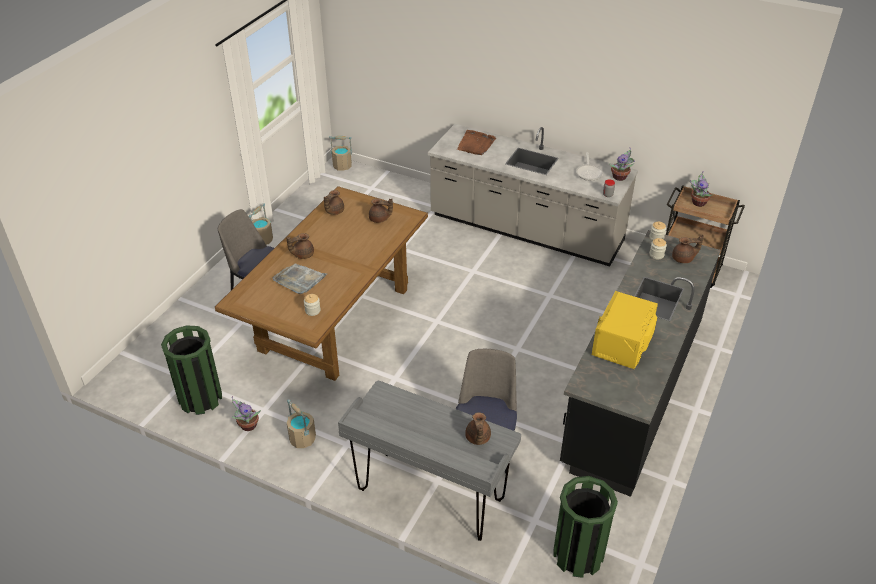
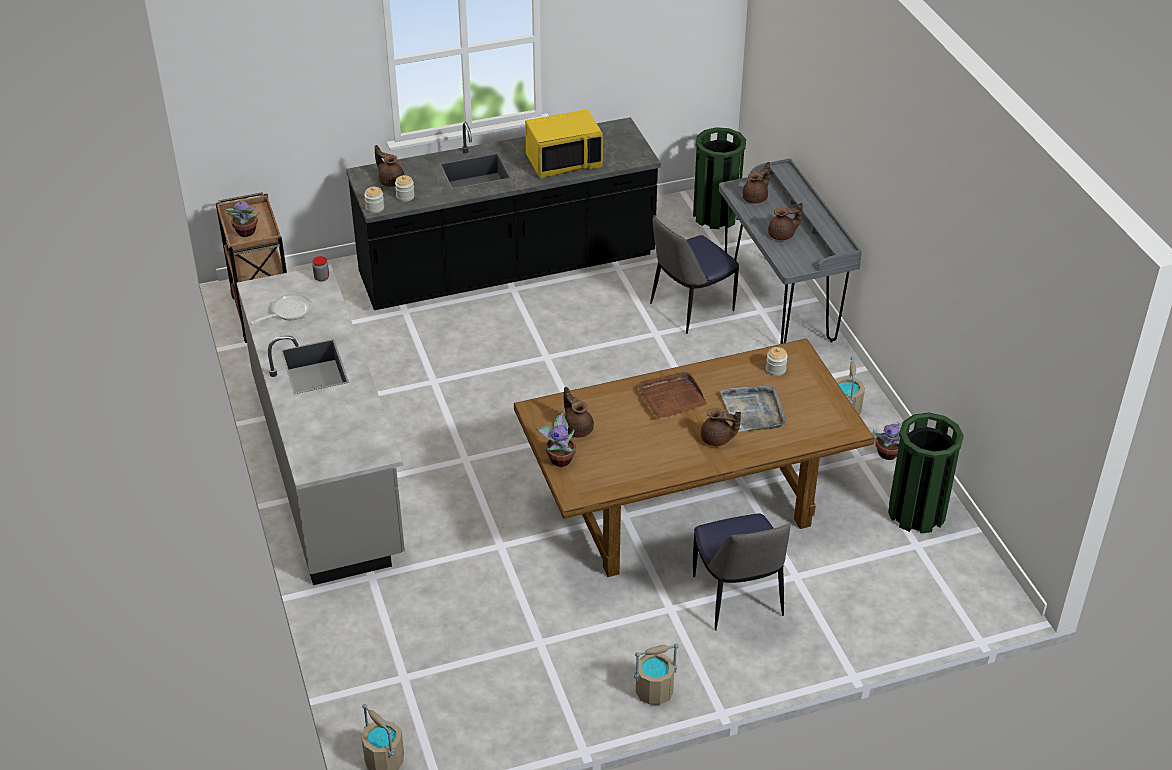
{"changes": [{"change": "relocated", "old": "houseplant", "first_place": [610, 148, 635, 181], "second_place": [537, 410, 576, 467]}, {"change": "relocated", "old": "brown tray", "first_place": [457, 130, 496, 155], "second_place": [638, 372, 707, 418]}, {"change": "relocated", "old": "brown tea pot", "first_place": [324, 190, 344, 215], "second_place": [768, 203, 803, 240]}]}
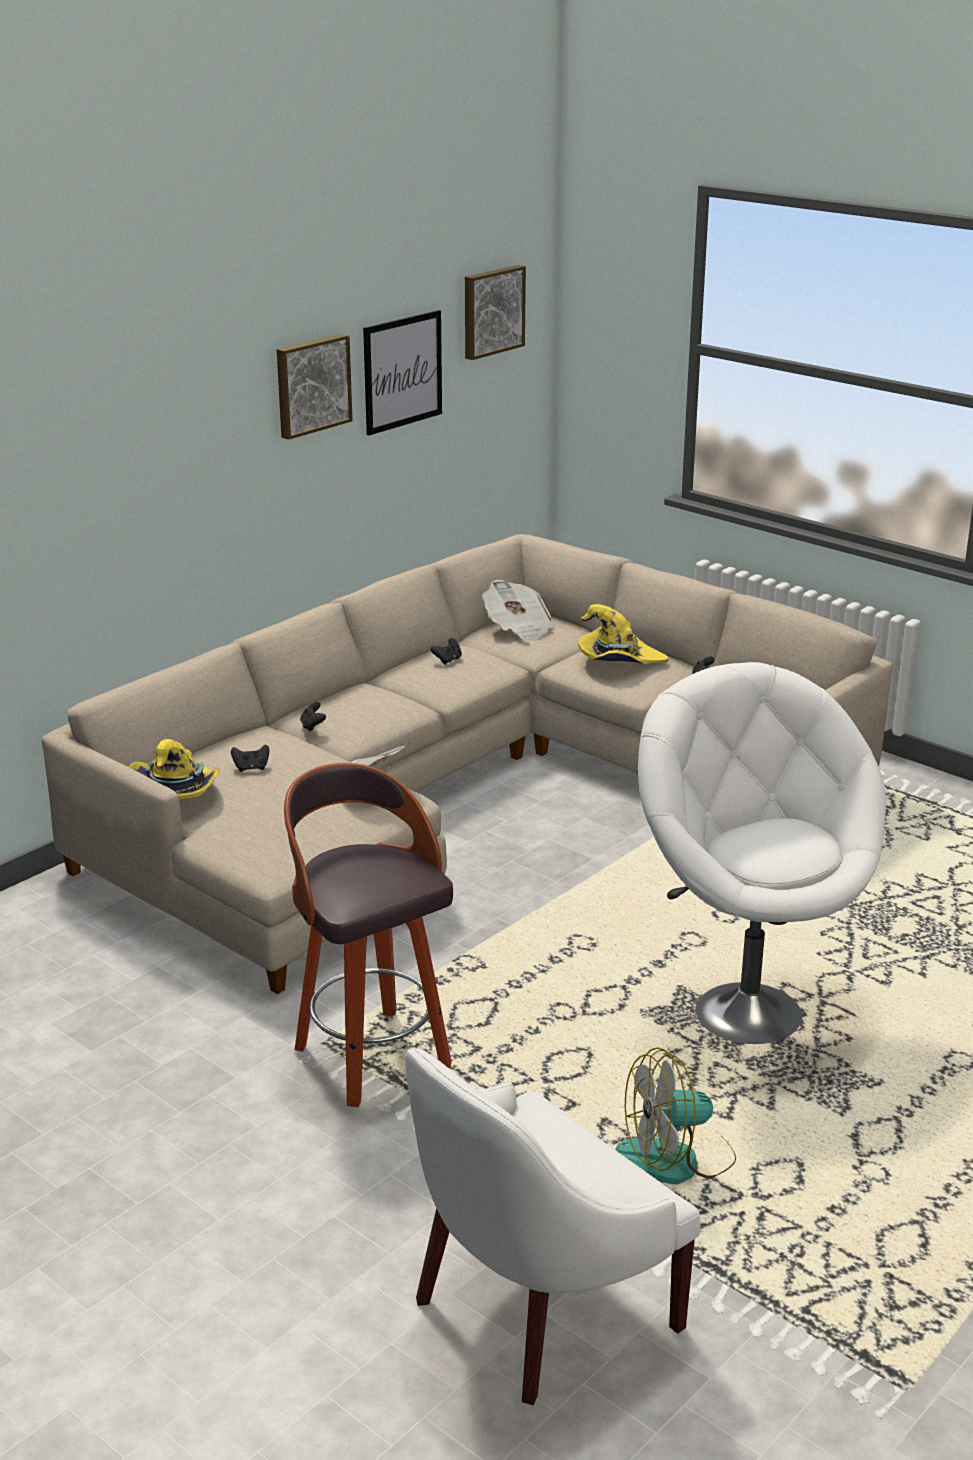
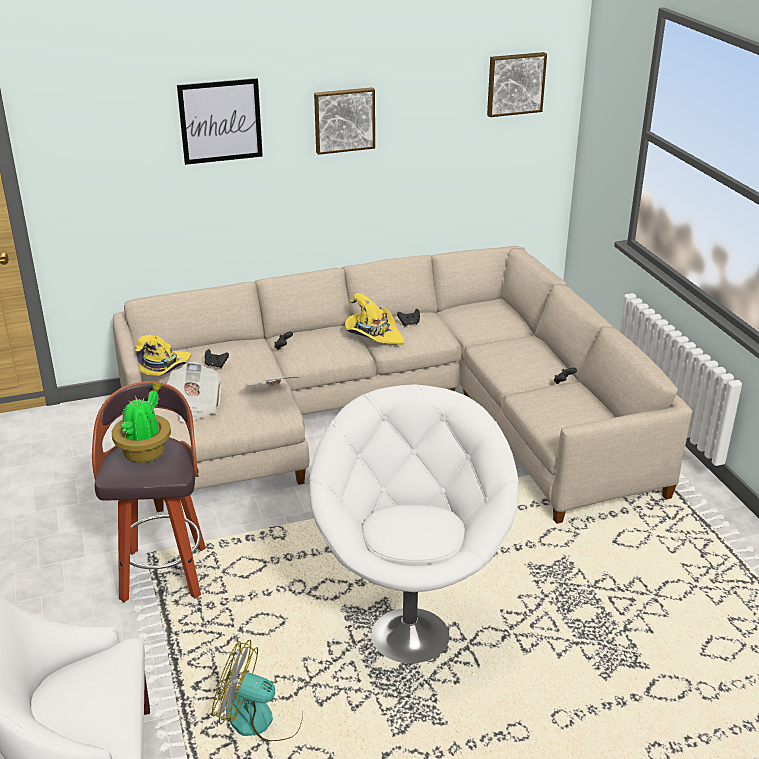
{"changes": [{"change": "appeared", "new": "houseplant", "second_place": [112, 382, 171, 463]}, {"change": "relocated", "old": "newspaper", "first_place": [482, 580, 555, 643], "second_place": [167, 362, 222, 423]}, {"change": "relocated", "old": "wall picture", "first_place": [363, 310, 442, 435], "second_place": [177, 78, 263, 165]}, {"change": "relocated", "old": "yellowish hat", "first_place": [578, 604, 669, 664], "second_place": [345, 293, 404, 345]}]}
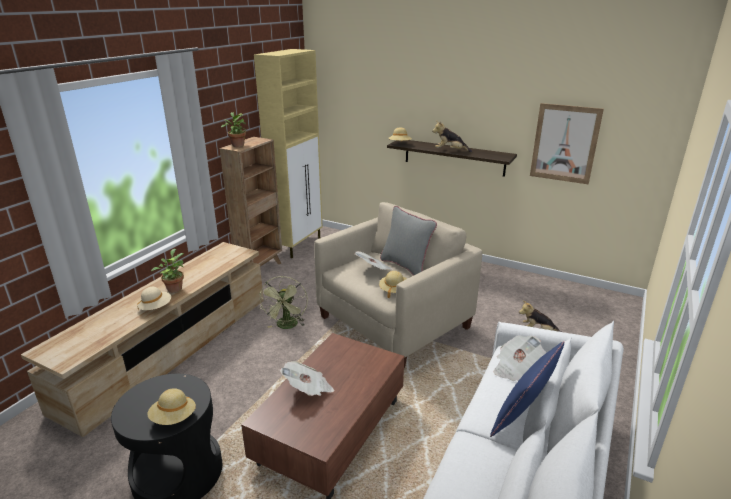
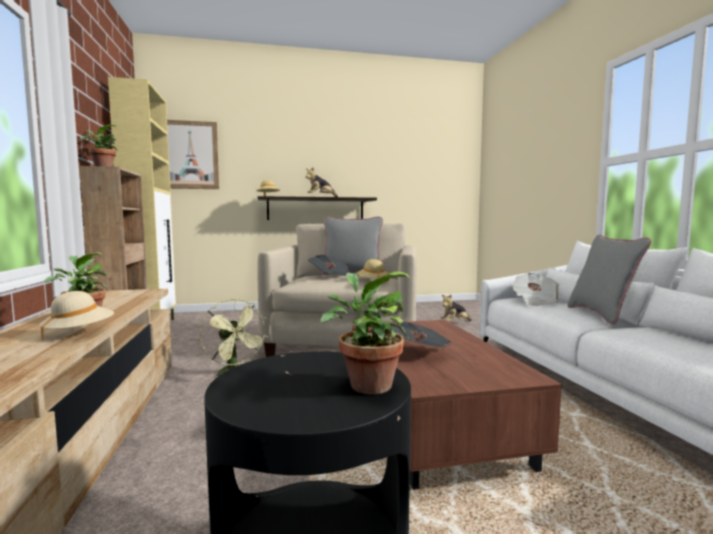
{"changes": [{"change": "relocated", "old": "wall picture", "first_place": [530, 103, 604, 184], "second_place": [167, 120, 219, 189]}, {"change": "exchanged", "old": "sand-coloured hat", "new": "houseplant", "first_place": [147, 388, 196, 425], "second_place": [320, 271, 410, 394]}, {"change": "colour", "old": "blue-coloured pillow", "new": "grey pillow", "first_place": [490, 341, 565, 437], "second_place": [567, 235, 651, 324]}]}
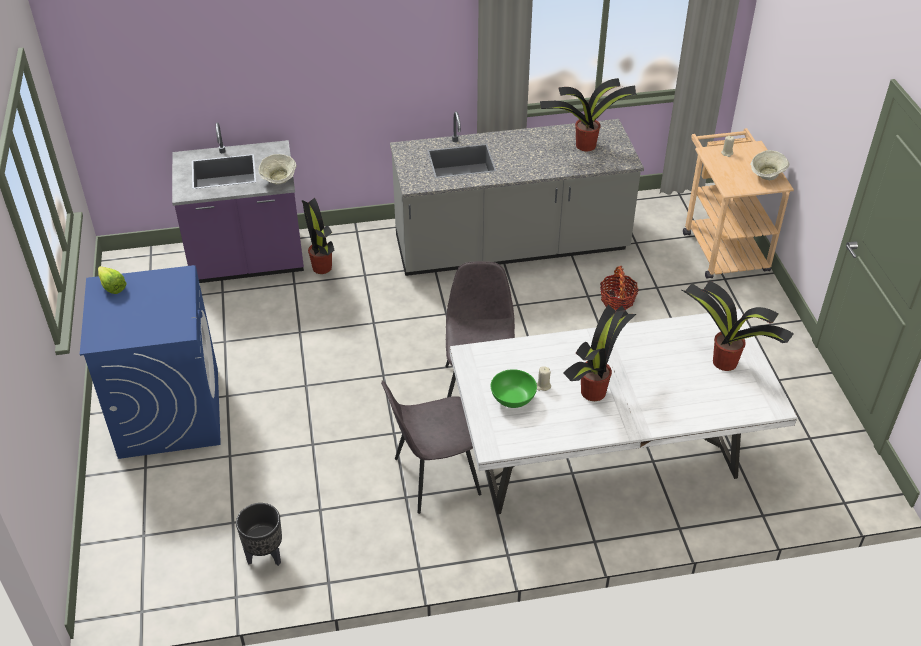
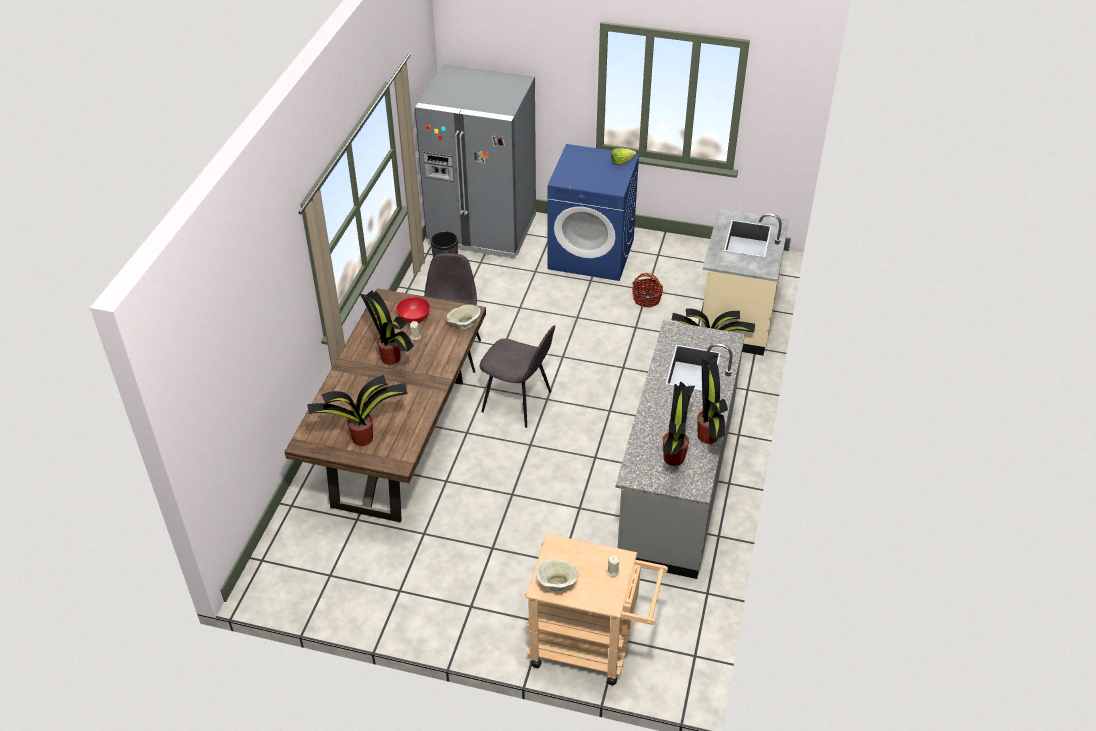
{"changes": [{"change": "colour", "old": "white-coloured dinner table", "new": "brown dinner table", "first_place": [450, 309, 798, 514], "second_place": [285, 288, 486, 522]}, {"change": "colour", "old": "green-coloured bowl", "new": "red bowl", "first_place": [491, 369, 537, 408], "second_place": [396, 297, 430, 323]}, {"change": "appeared", "new": "grey fridge", "second_place": [415, 64, 536, 259]}, {"change": "relocated", "old": "sand-coloured bowl", "first_place": [258, 154, 296, 185], "second_place": [446, 305, 481, 330]}, {"change": "relocated", "old": "household basket", "first_place": [600, 266, 639, 310], "second_place": [632, 273, 663, 308]}, {"change": "appeared", "new": "houseplant", "second_place": [697, 359, 728, 444]}, {"change": "colour", "old": "purple counter", "new": "sand-coloured counter", "first_place": [172, 122, 304, 283], "second_place": [701, 209, 789, 356]}]}
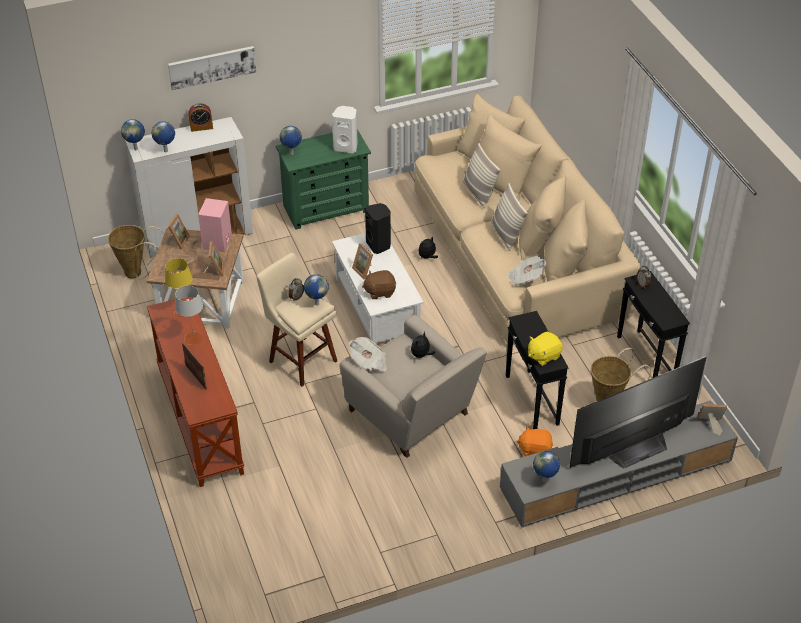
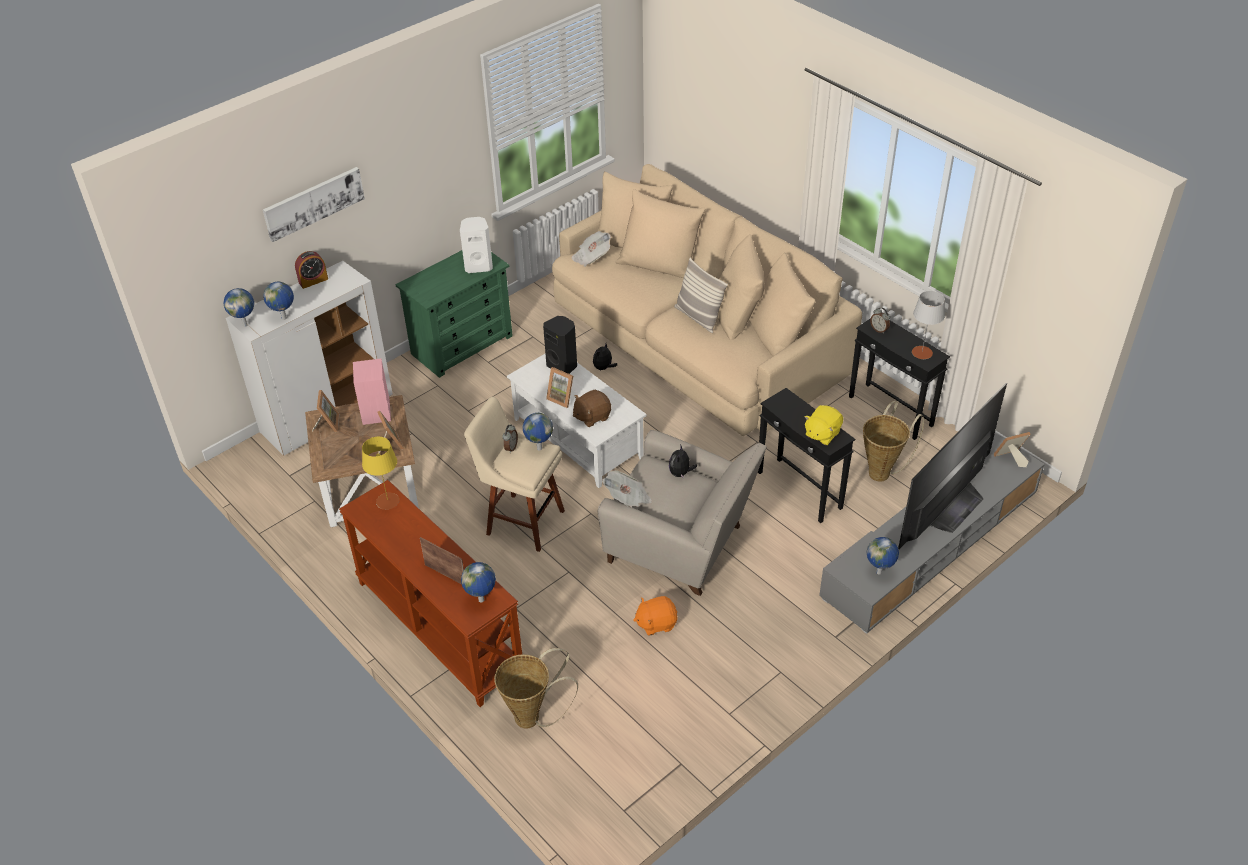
{"changes": [{"change": "relocated", "old": "globe", "first_place": [280, 126, 302, 155], "second_place": [461, 562, 496, 602]}, {"change": "relocated", "old": "household basket", "first_place": [108, 225, 163, 280], "second_place": [494, 648, 578, 729]}, {"change": "relocated", "old": "newspaper", "first_place": [507, 256, 546, 286], "second_place": [572, 231, 611, 267]}, {"change": "relocated", "old": "orange-coloured soft toy", "first_place": [516, 426, 553, 457], "second_place": [634, 596, 677, 636]}, {"change": "relocated", "old": "grey lamp for a table", "first_place": [175, 285, 203, 345], "second_place": [912, 291, 945, 359]}, {"change": "missing", "old": "pillow", "first_place": [463, 143, 501, 208]}]}
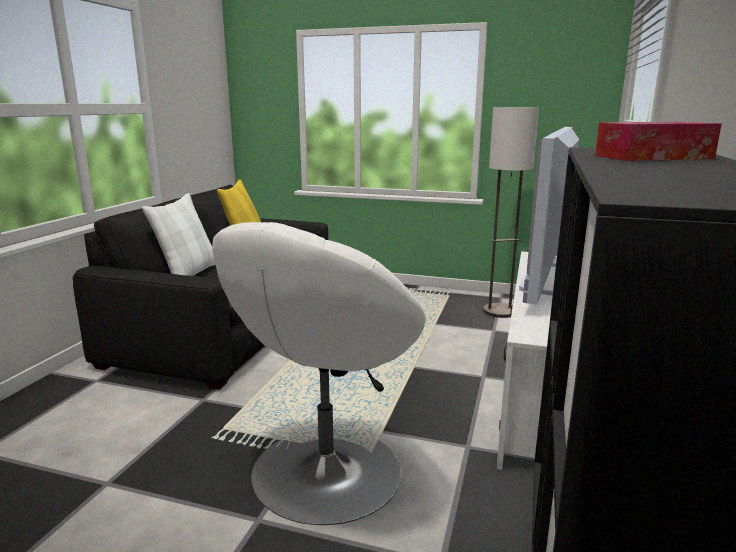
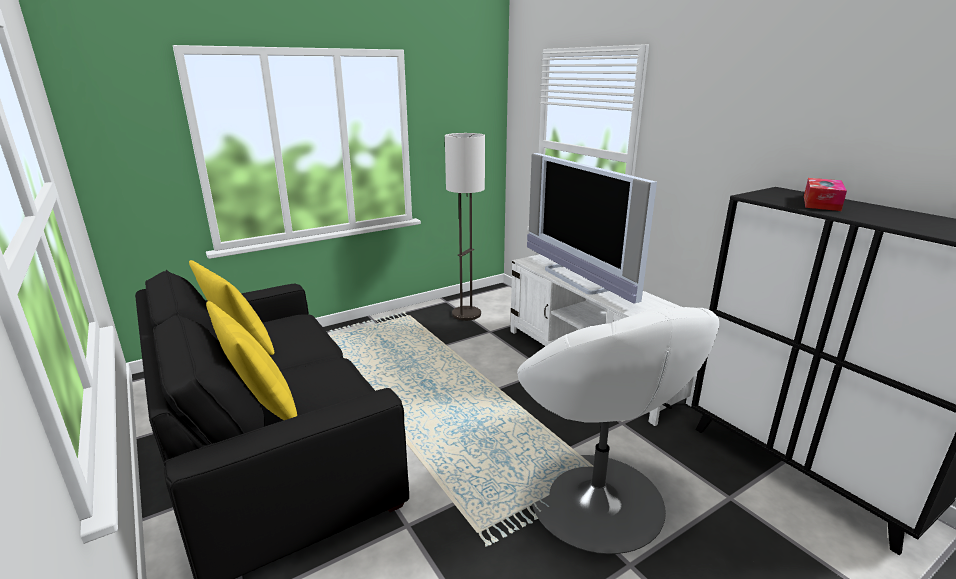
{"changes": [{"change": "colour", "old": "white-coloured pillow", "new": "yellowish pillow", "first_place": [142, 193, 215, 276], "second_place": [206, 301, 297, 420]}]}
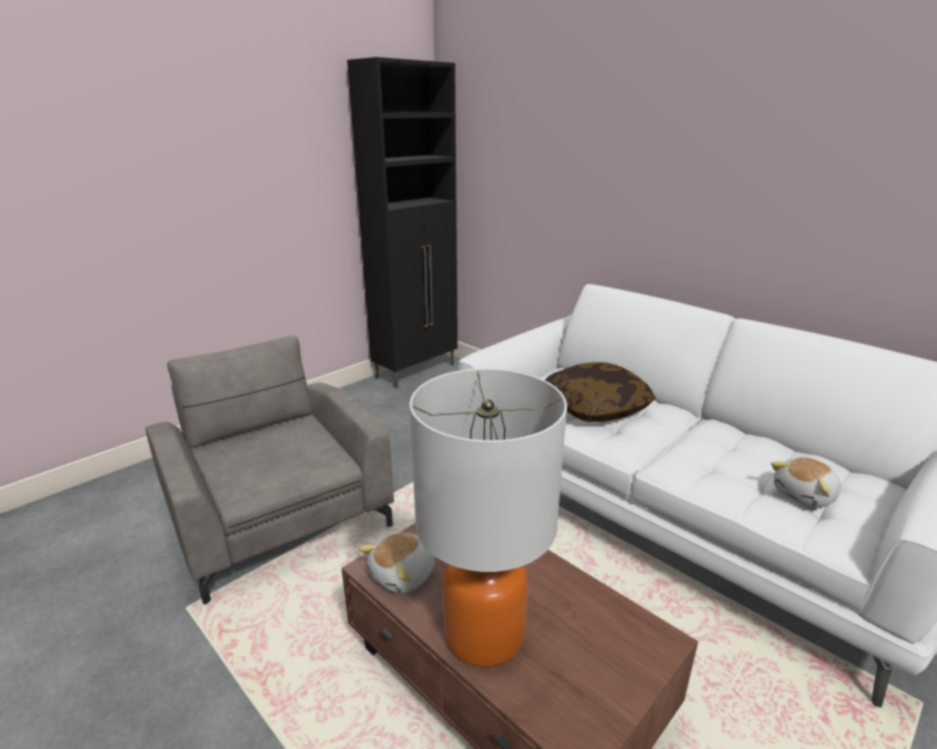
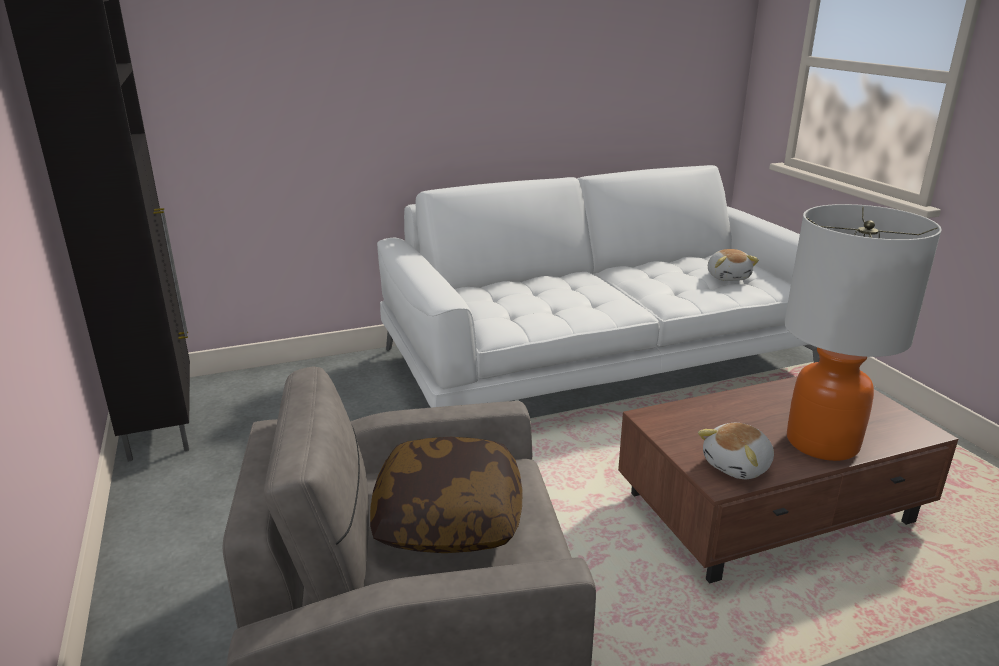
{"changes": [{"change": "relocated", "old": "pillow", "first_place": [545, 362, 656, 422], "second_place": [370, 437, 523, 553]}, {"change": "spun", "old": "soft toy", "first_place": [359, 533, 435, 594], "second_place": [698, 423, 774, 479], "degrees": 75}]}
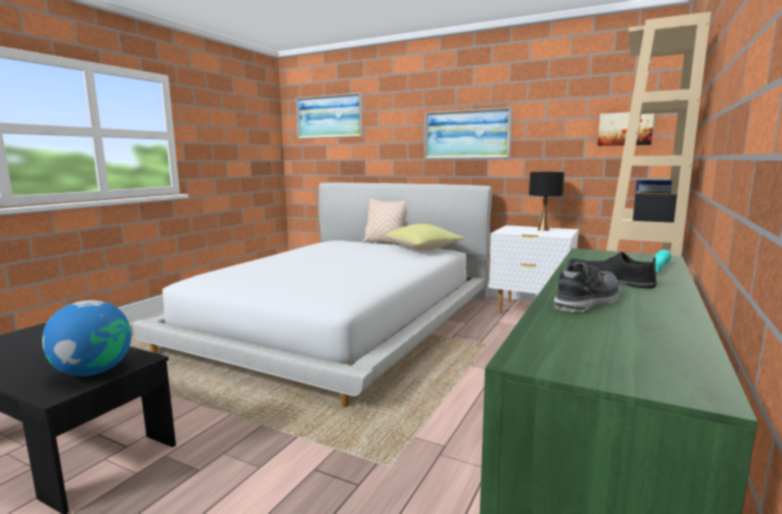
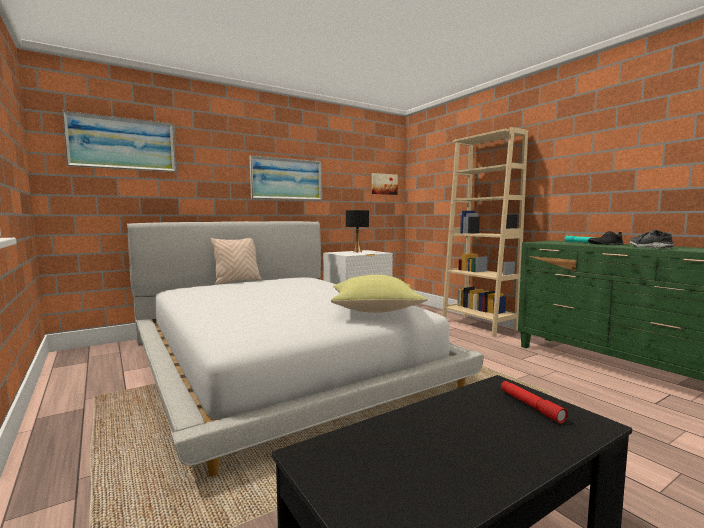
{"changes": [{"change": "relocated", "old": "yellowish pillow", "first_place": [385, 224, 464, 251], "second_place": [331, 275, 428, 313]}, {"change": "exchanged", "old": "globe", "new": "red torch", "first_place": [42, 300, 131, 376], "second_place": [501, 381, 568, 424]}]}
